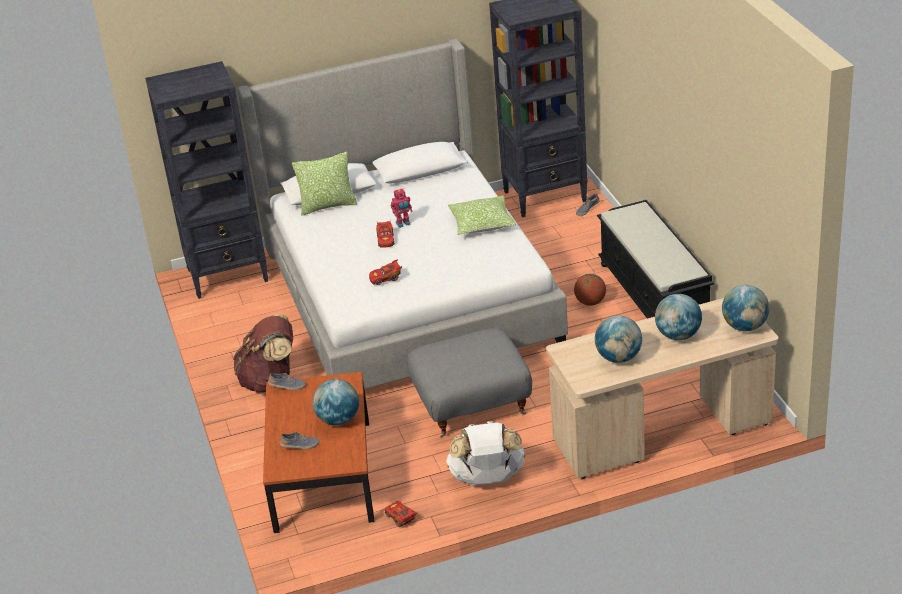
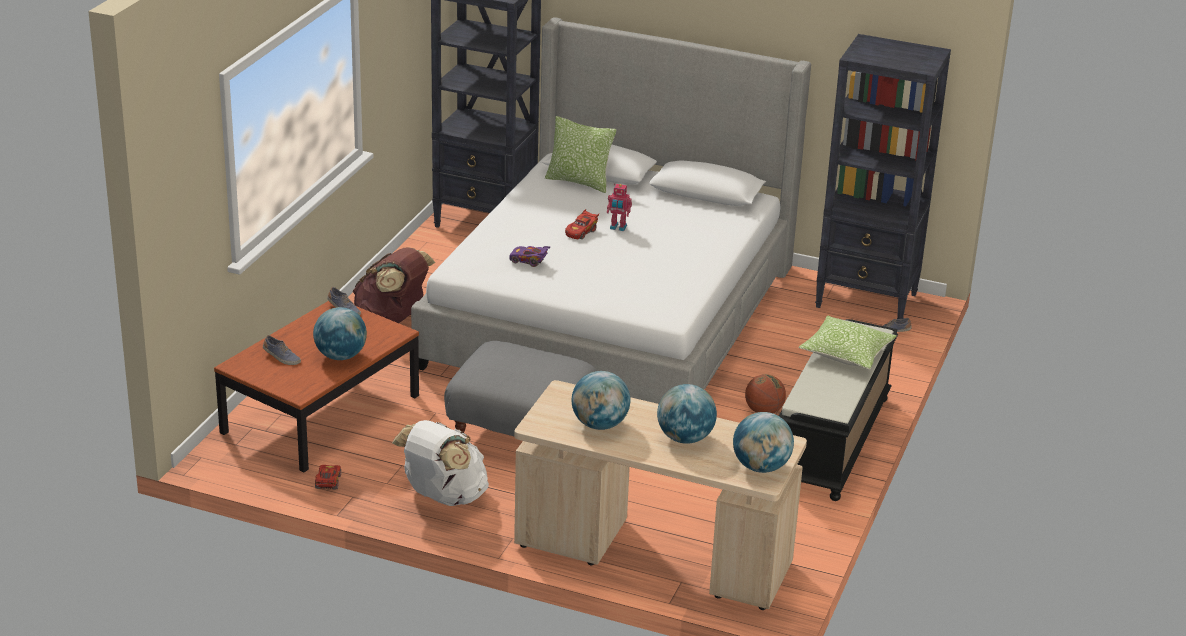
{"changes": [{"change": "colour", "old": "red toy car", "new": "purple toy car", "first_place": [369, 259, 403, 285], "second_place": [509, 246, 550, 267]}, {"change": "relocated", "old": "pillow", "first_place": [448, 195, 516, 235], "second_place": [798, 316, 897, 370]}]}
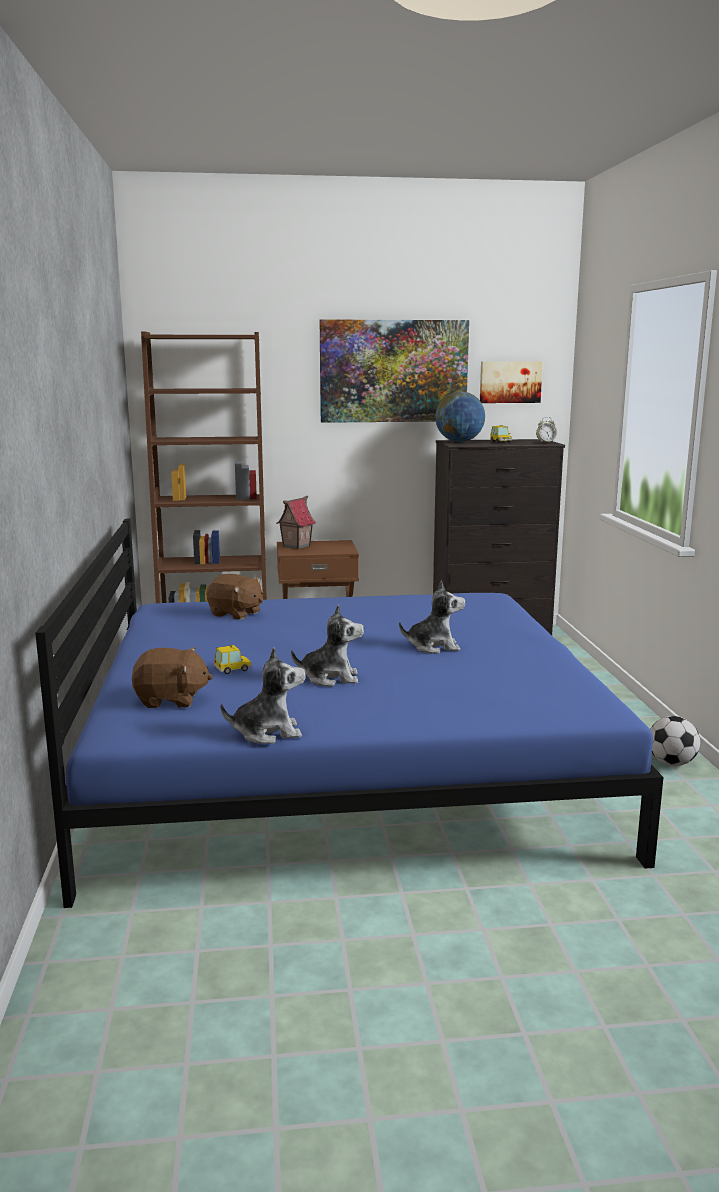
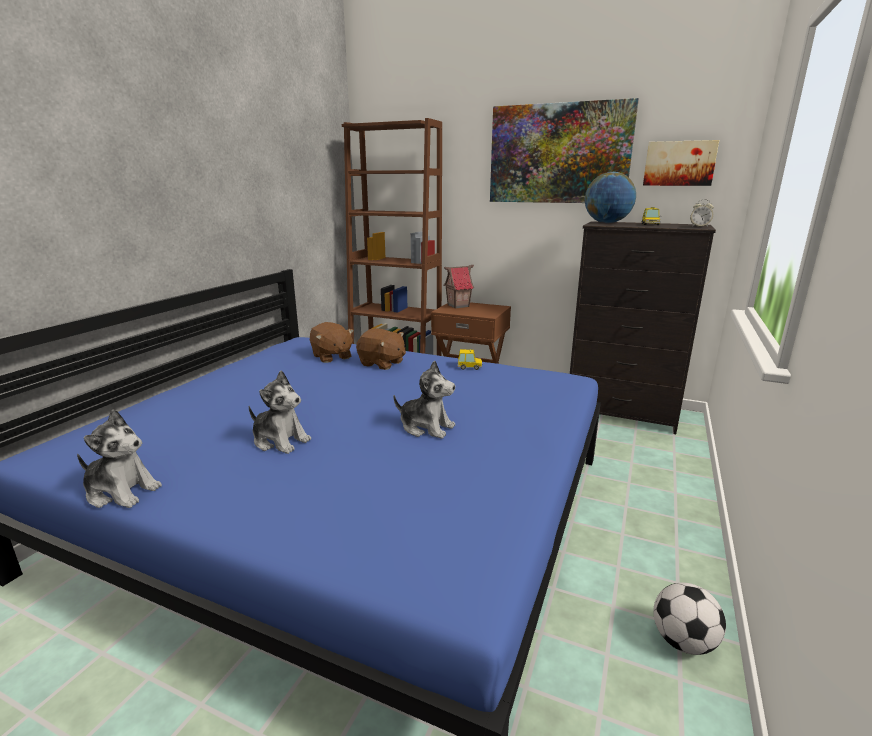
{"changes": [{"change": "relocated", "old": "brown soft toy", "first_place": [132, 647, 213, 708], "second_place": [356, 329, 406, 370]}, {"change": "relocated", "old": "toy car", "first_place": [214, 645, 251, 674], "second_place": [458, 349, 482, 370]}]}
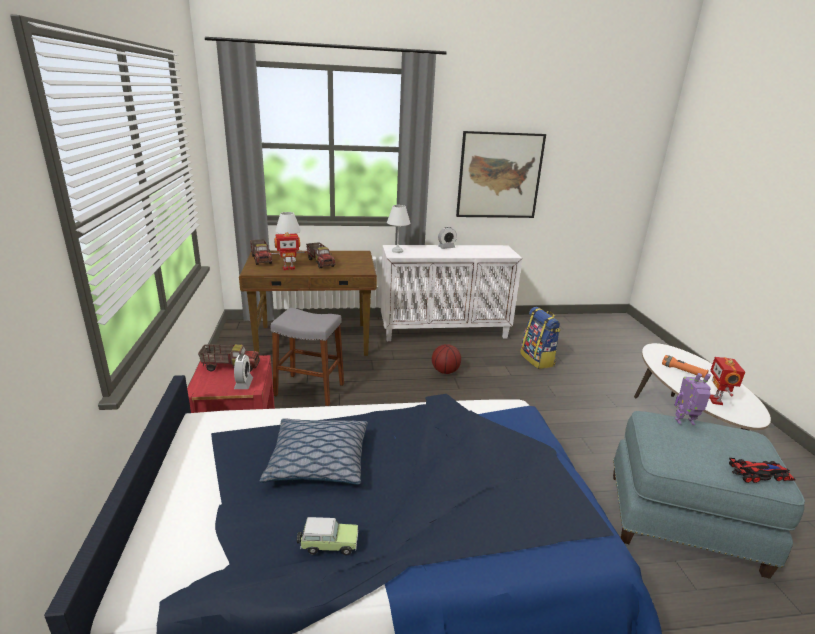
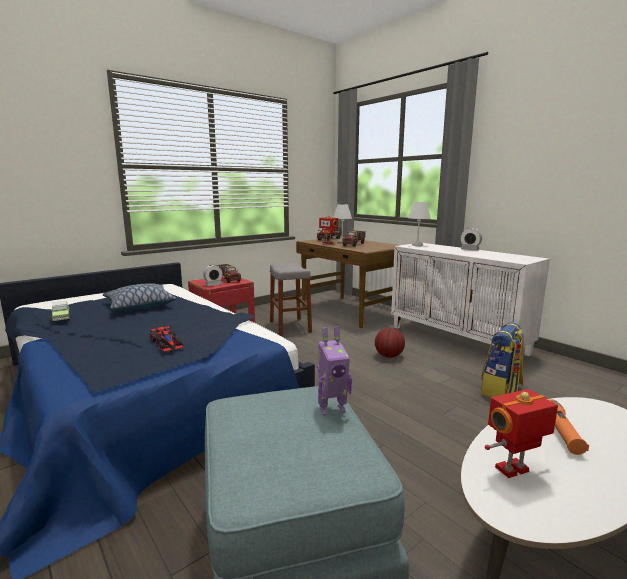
{"changes": [{"change": "relocated", "old": "toy car", "first_place": [729, 458, 795, 483], "second_place": [150, 326, 184, 352]}, {"change": "spun", "old": "robot figure", "first_place": [675, 373, 711, 425], "second_place": [317, 327, 352, 415], "degrees": 105}, {"change": "missing", "old": "wall picture", "first_place": [456, 131, 546, 218]}]}
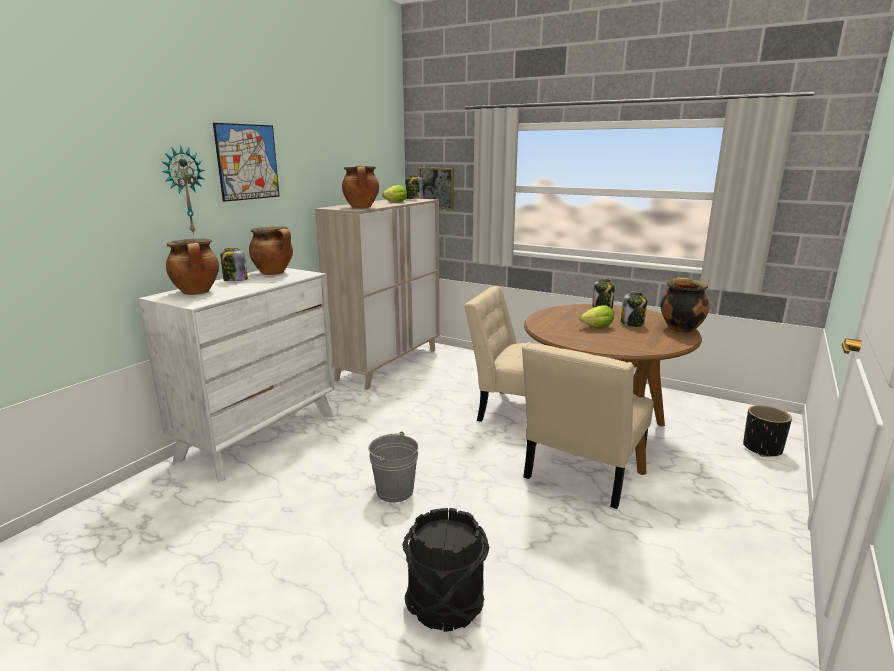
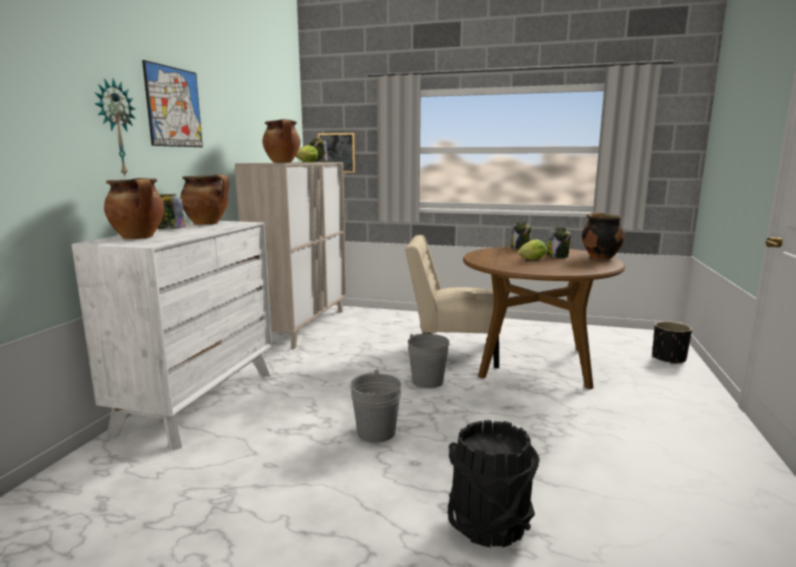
{"changes": [{"change": "appeared", "new": "grey bucket", "second_place": [408, 334, 450, 388]}, {"change": "missing", "old": "sand-coloured upright chair", "first_place": [522, 342, 654, 509]}]}
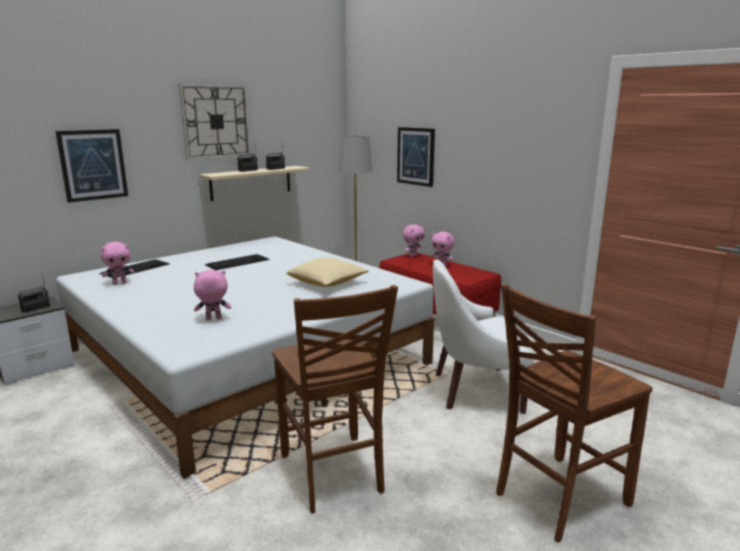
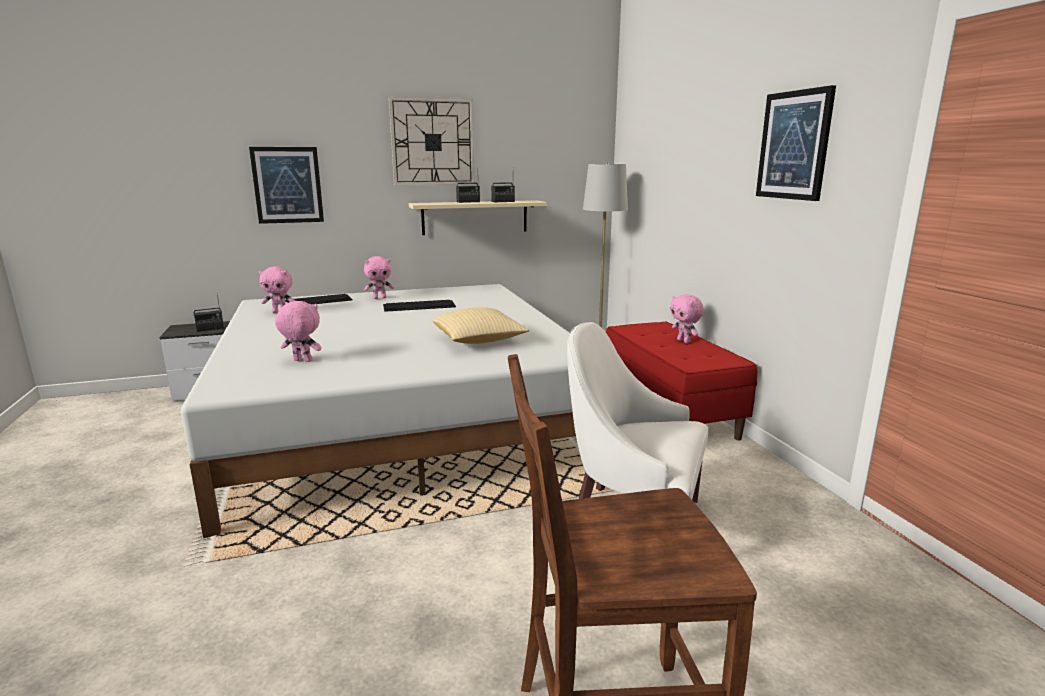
{"changes": [{"change": "relocated", "old": "pink-coloured soft toy", "first_place": [403, 224, 425, 257], "second_place": [364, 256, 394, 299]}, {"change": "relocated", "old": "wall picture", "first_place": [397, 127, 435, 187], "second_place": [756, 85, 836, 201]}, {"change": "missing", "old": "brown upright chair", "first_place": [272, 285, 398, 513]}]}
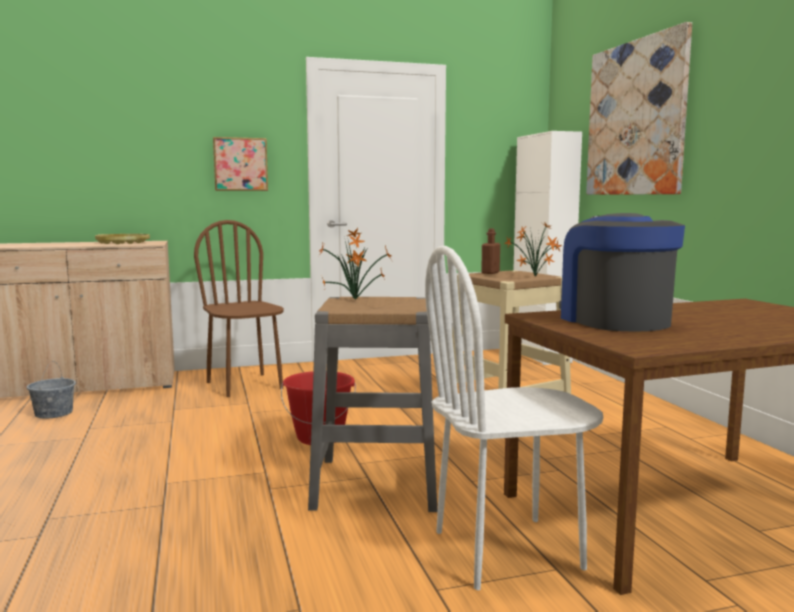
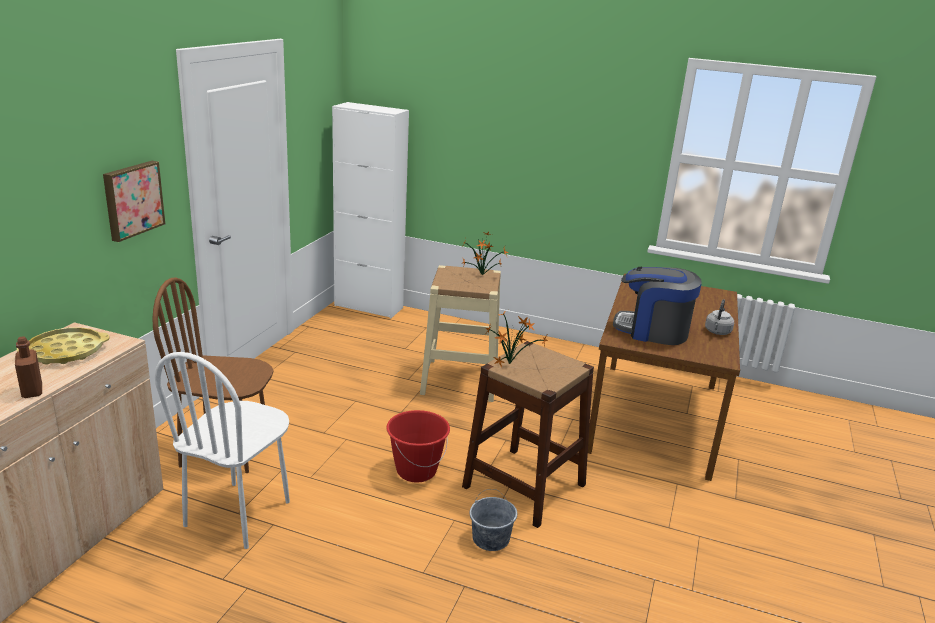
{"changes": [{"change": "relocated", "old": "brown bottle", "first_place": [481, 228, 500, 274], "second_place": [15, 336, 42, 398]}, {"change": "relocated", "old": "white-coloured upright chair", "first_place": [425, 246, 604, 590], "second_place": [155, 352, 290, 549]}, {"change": "colour", "old": "grey sitting stool", "new": "brown sitting stool", "first_place": [308, 297, 437, 512], "second_place": [462, 341, 594, 528]}, {"change": "relocated", "old": "grey bucket", "first_place": [27, 361, 76, 418], "second_place": [469, 489, 517, 551]}, {"change": "appeared", "new": "grey tea kettle", "second_place": [705, 299, 734, 335]}, {"change": "missing", "old": "wall picture", "first_place": [586, 22, 692, 195]}]}
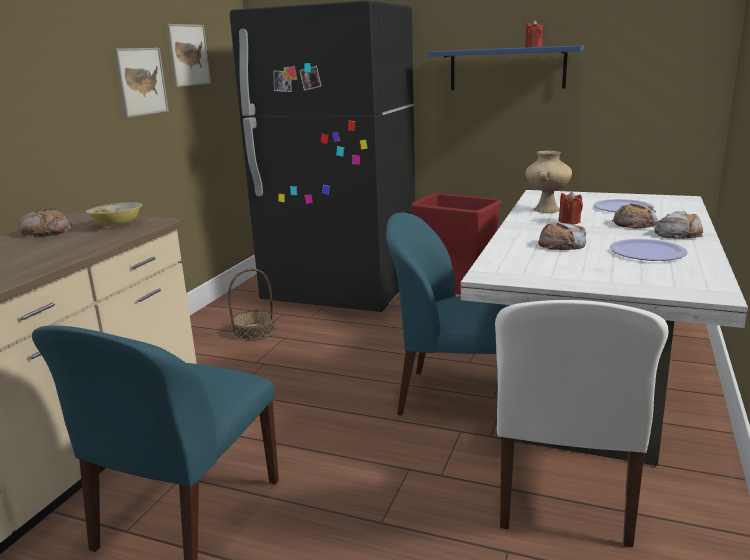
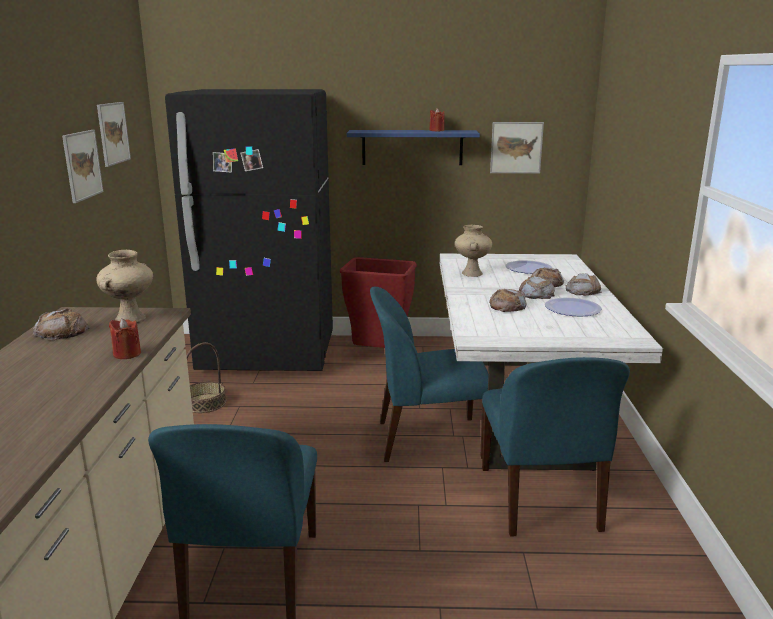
{"changes": [{"change": "exchanged", "old": "bowl", "new": "sand-coloured decorative vase", "first_place": [86, 202, 142, 227], "second_place": [96, 250, 153, 322]}, {"change": "relocated", "old": "red candle", "first_place": [559, 191, 583, 224], "second_place": [109, 318, 141, 359]}, {"change": "colour", "old": "white-coloured upright chair", "new": "blue-coloured upright chair", "first_place": [495, 300, 669, 548], "second_place": [482, 357, 630, 537]}, {"change": "appeared", "new": "wall picture", "second_place": [490, 122, 544, 173]}, {"change": "appeared", "new": "baked bread", "second_place": [519, 276, 555, 299]}]}
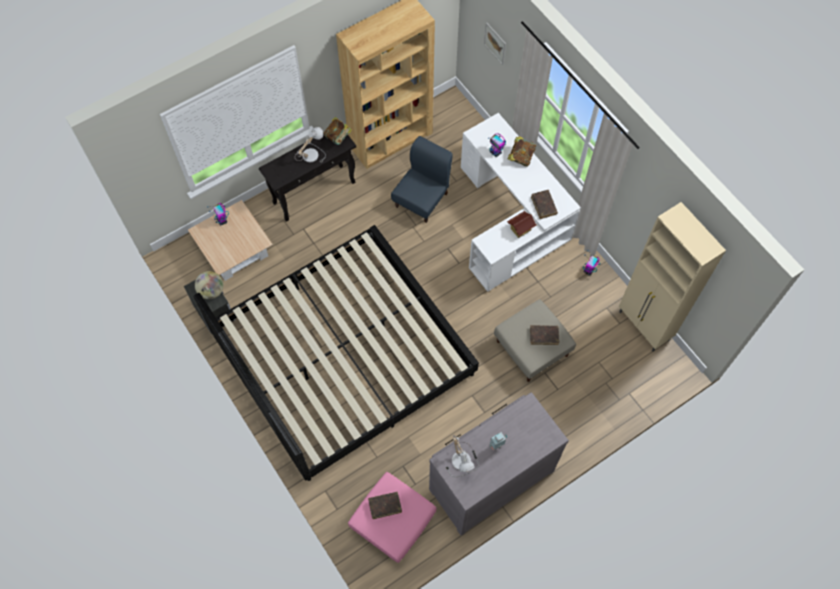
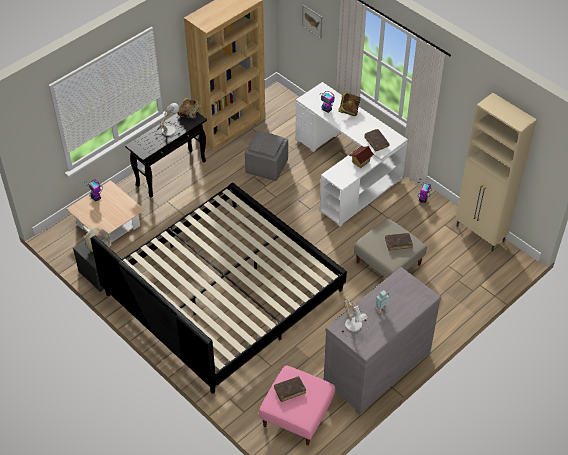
{"changes": [{"change": "exchanged", "old": "blue-coloured upright chair", "new": "grey footrest", "first_place": [391, 136, 453, 223], "second_place": [245, 131, 288, 181]}]}
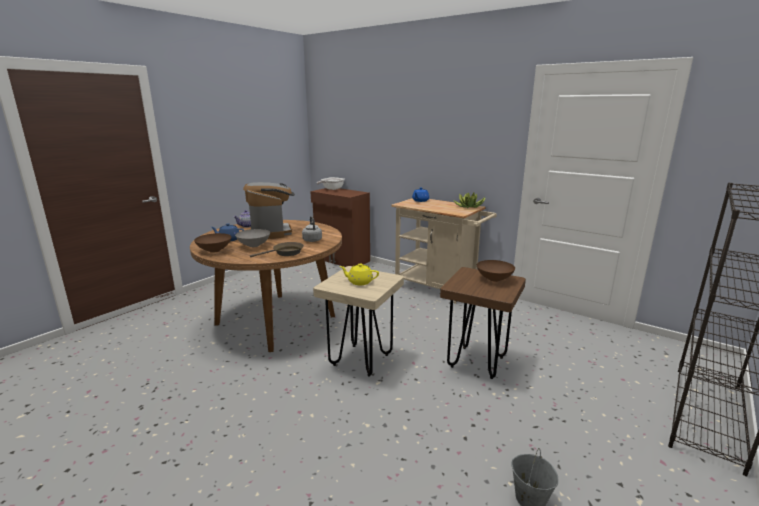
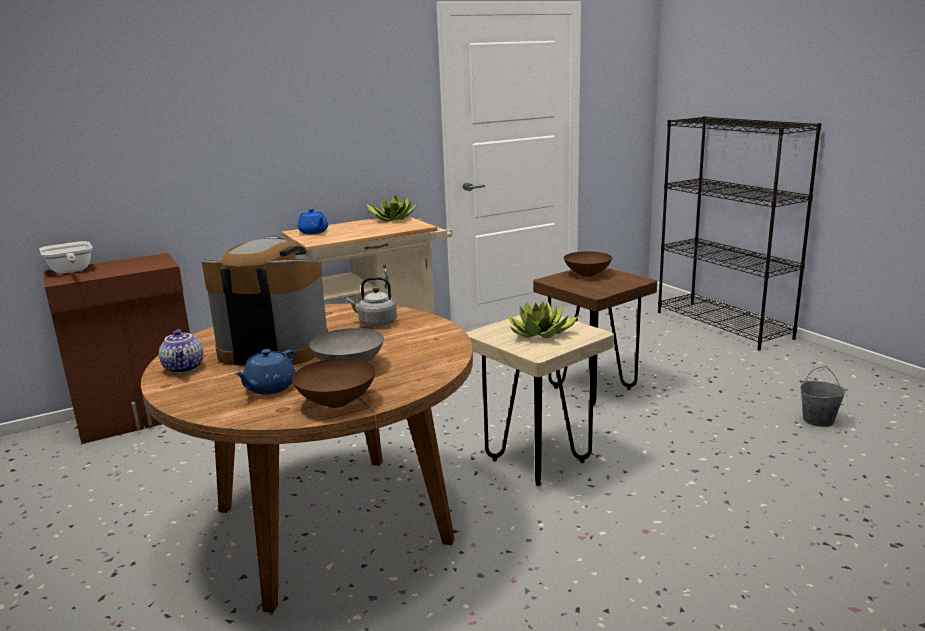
{"changes": [{"change": "exchanged", "old": "yellowish tea pot", "new": "houseplant", "first_place": [340, 263, 379, 285], "second_place": [508, 301, 579, 338]}, {"change": "missing", "old": "brown skillet", "first_place": [250, 242, 304, 257]}]}
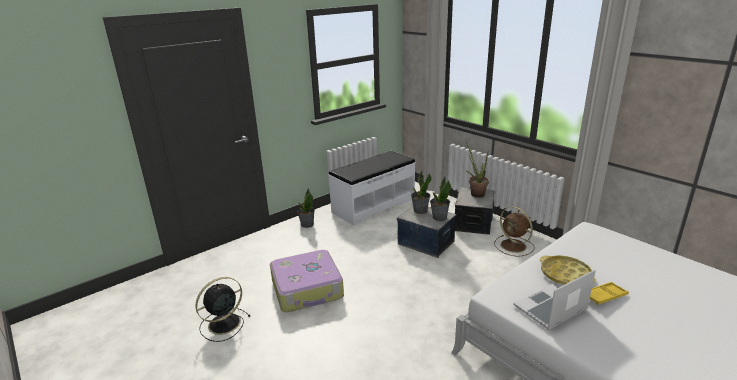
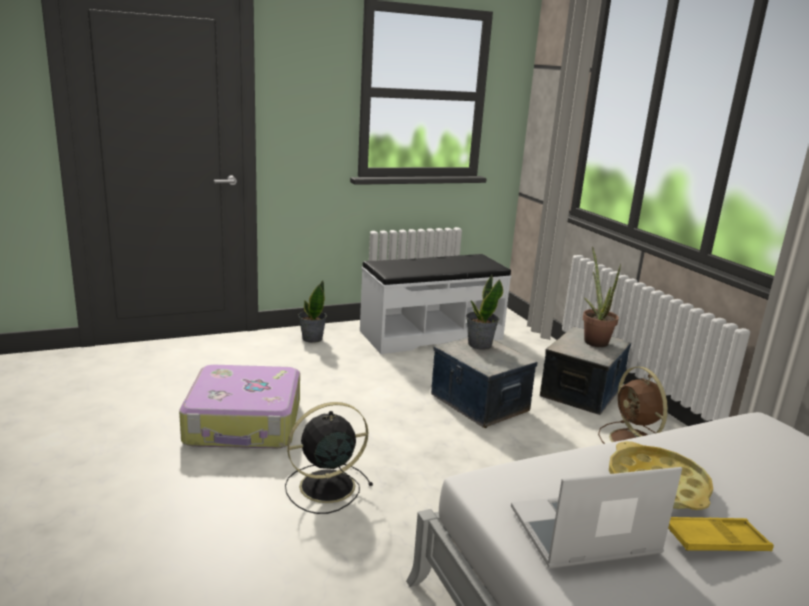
{"changes": [{"change": "relocated", "old": "black fan", "first_place": [196, 277, 250, 342], "second_place": [285, 402, 373, 514]}, {"change": "missing", "old": "houseplant", "first_place": [430, 177, 451, 221]}]}
